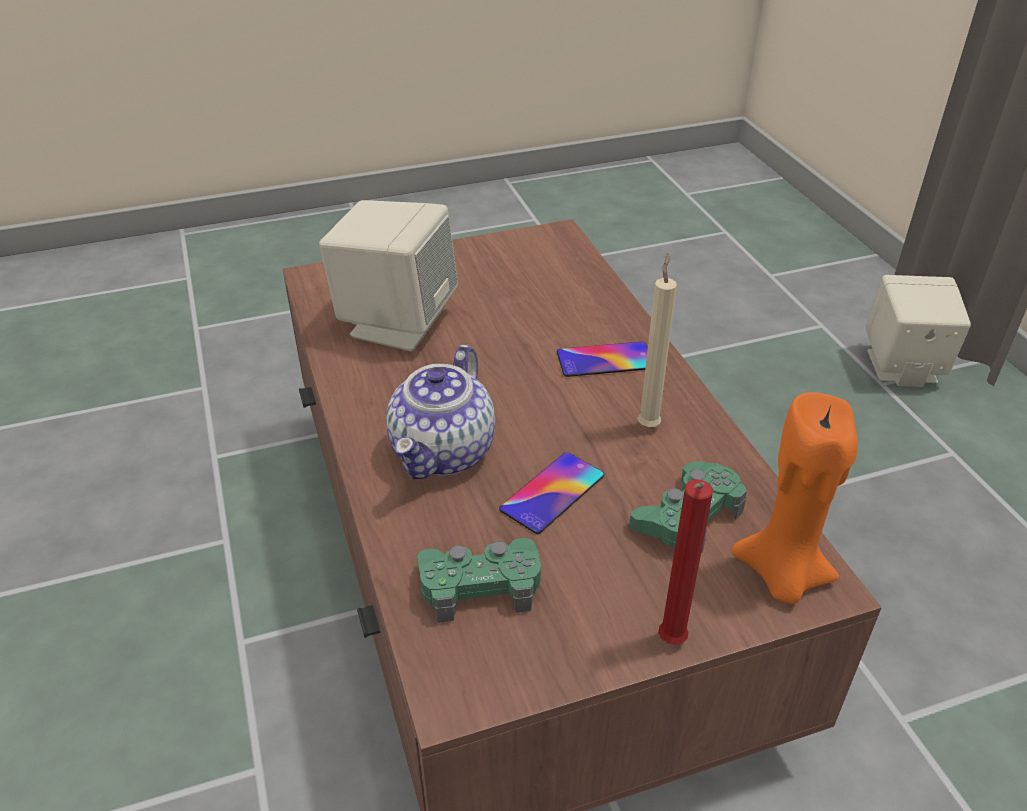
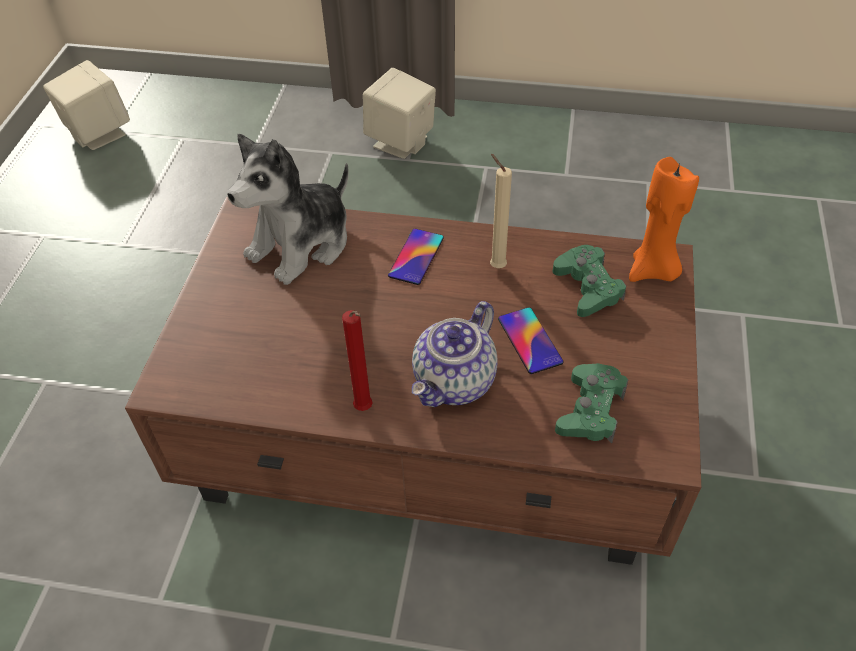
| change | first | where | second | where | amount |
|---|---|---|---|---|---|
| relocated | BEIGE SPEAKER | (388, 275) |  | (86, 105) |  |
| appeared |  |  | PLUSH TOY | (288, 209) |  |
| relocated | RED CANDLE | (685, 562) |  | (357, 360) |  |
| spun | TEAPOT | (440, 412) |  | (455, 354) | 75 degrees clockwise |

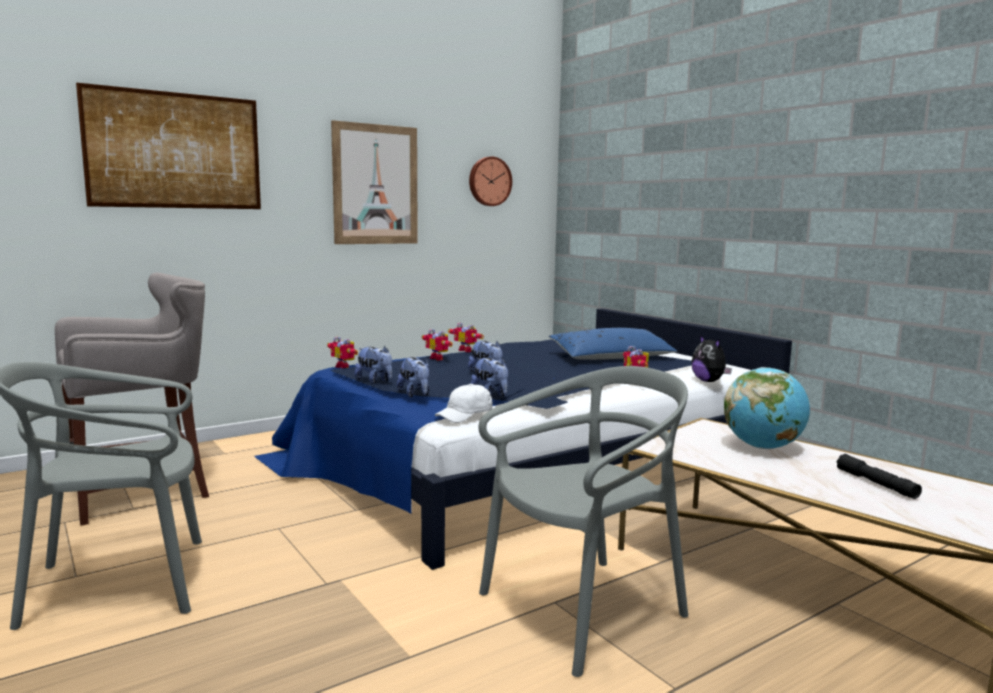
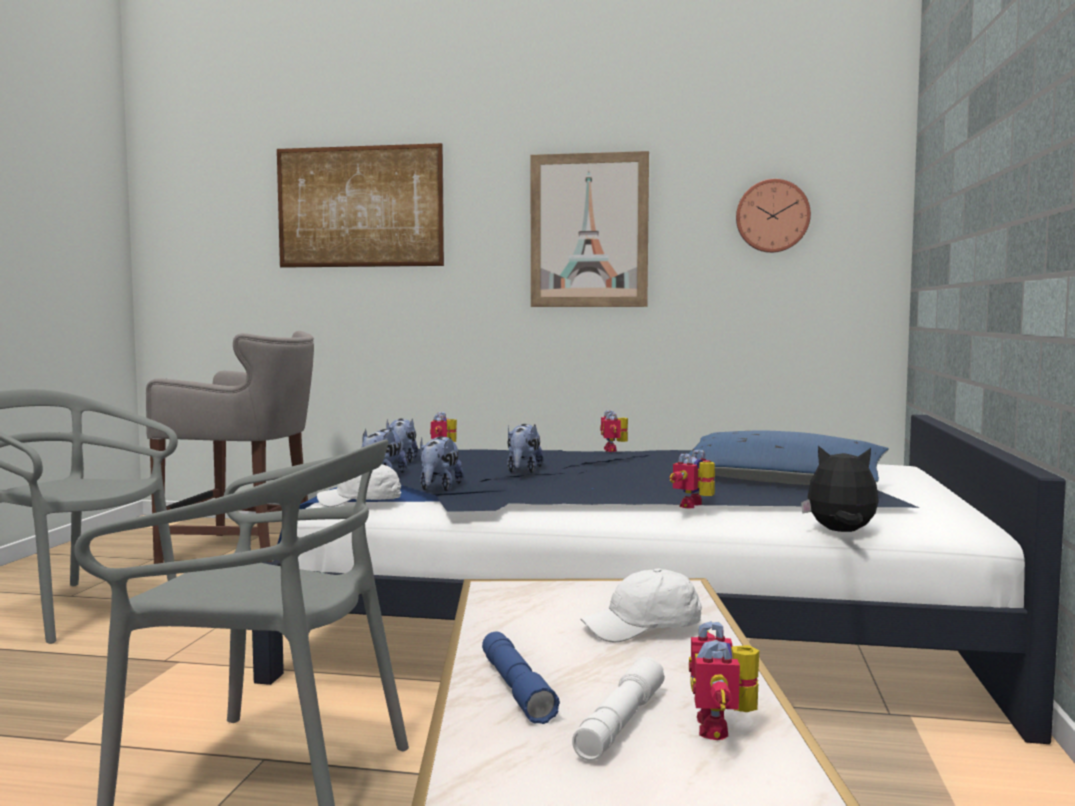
| change | first | where | second | where | amount |
|---|---|---|---|---|---|
| appeared |  |  | BLUE FLASHLIGHT | (521, 678) |  |
| colour | BLACK FLASHLIGHT | (879, 476) | WHITE FLASHLIGHT | (618, 709) |  |
| exchanged | GLOBE | (767, 408) | WHITE CAP | (641, 605) |  |
| relocated | TOY ROBOT | (437, 344) |  | (724, 680) |  |
| spun | PLUSH TOY | (711, 358) |  | (840, 489) | 90 degrees clockwise |

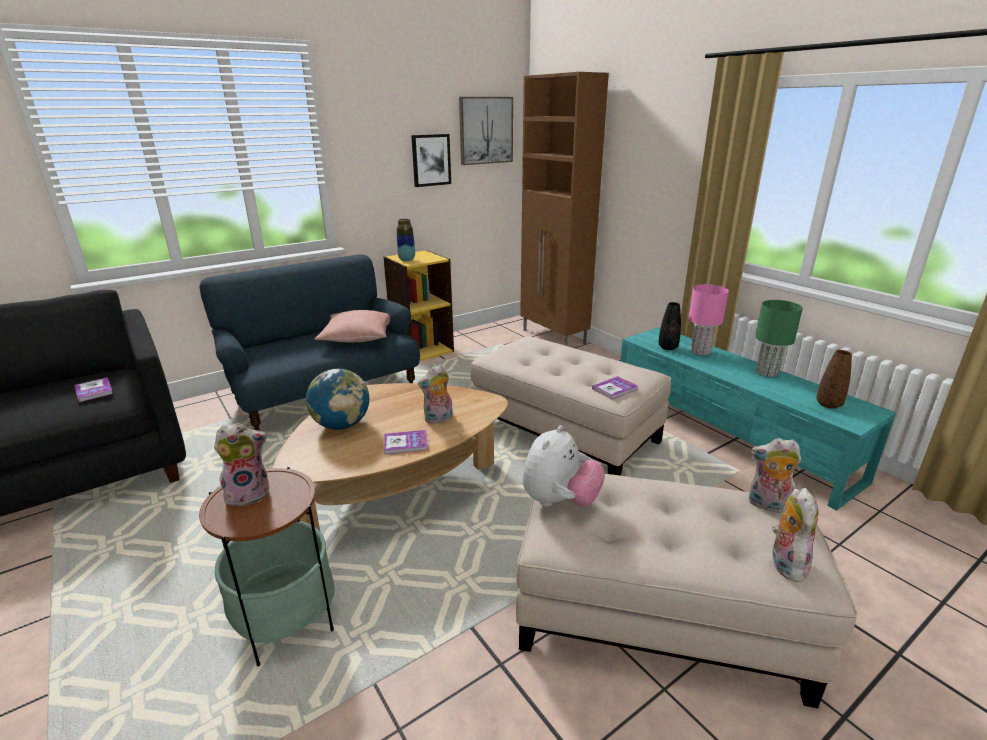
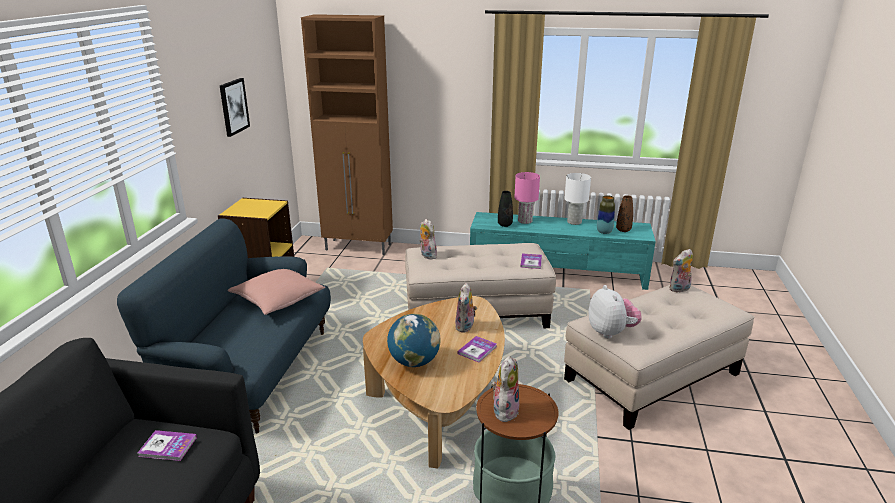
| change | first | where | second | where | amount |
|---|---|---|---|---|---|
| relocated | PLUSH TOY | (795, 535) |  | (428, 239) |  |
| colour | GREEN TABLE LAMP | (779, 338) | WHITE TABLE LAMP | (577, 199) |  |
| relocated | VASE | (406, 240) |  | (606, 214) |  |
| missing | PICTURE | (486, 131) |  |  |  |

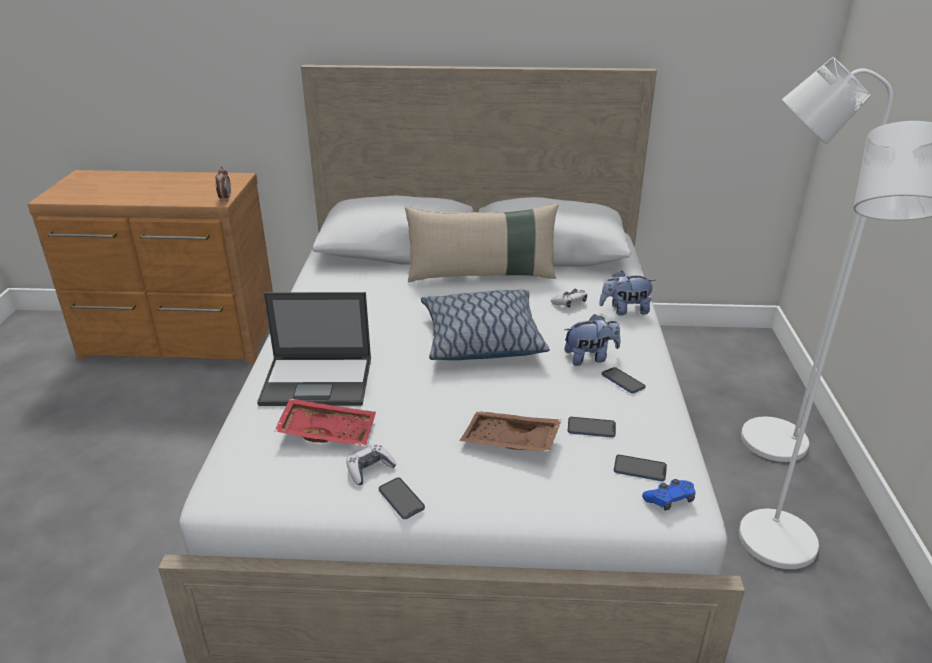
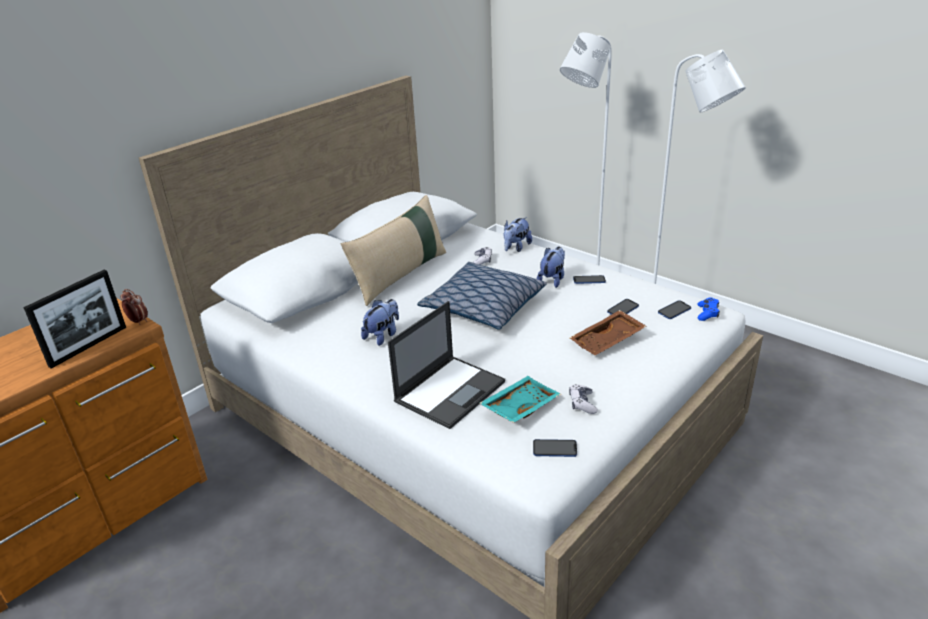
| change | first | where | second | where | amount |
|---|---|---|---|---|---|
| appeared |  |  | PICTURE FRAME | (74, 319) |  |
| appeared |  |  | PLUSH TOY | (380, 322) |  |
| colour | RED TRAY | (325, 422) | TURQUOISE TRAY | (520, 399) |  |
| relocated | PHONE | (402, 498) |  | (555, 448) |  |

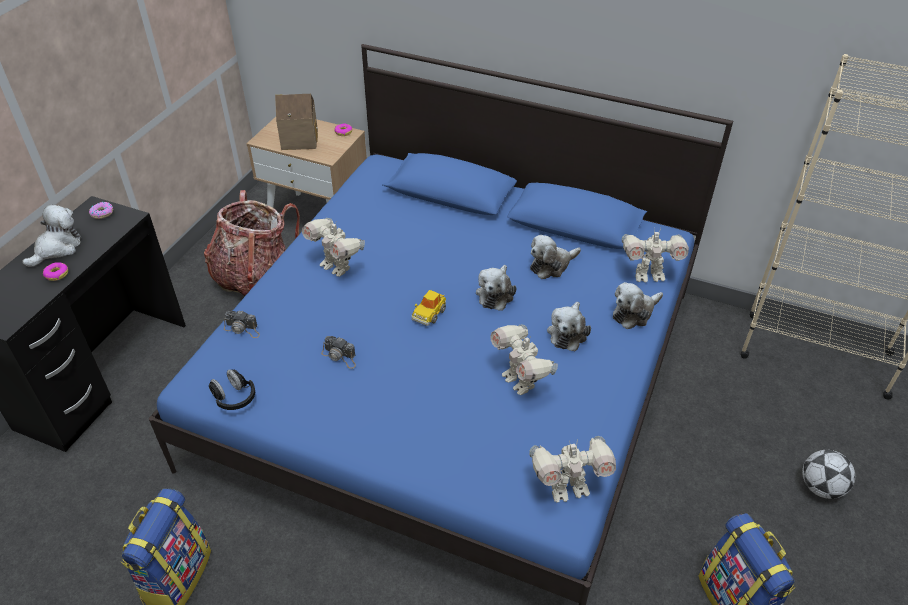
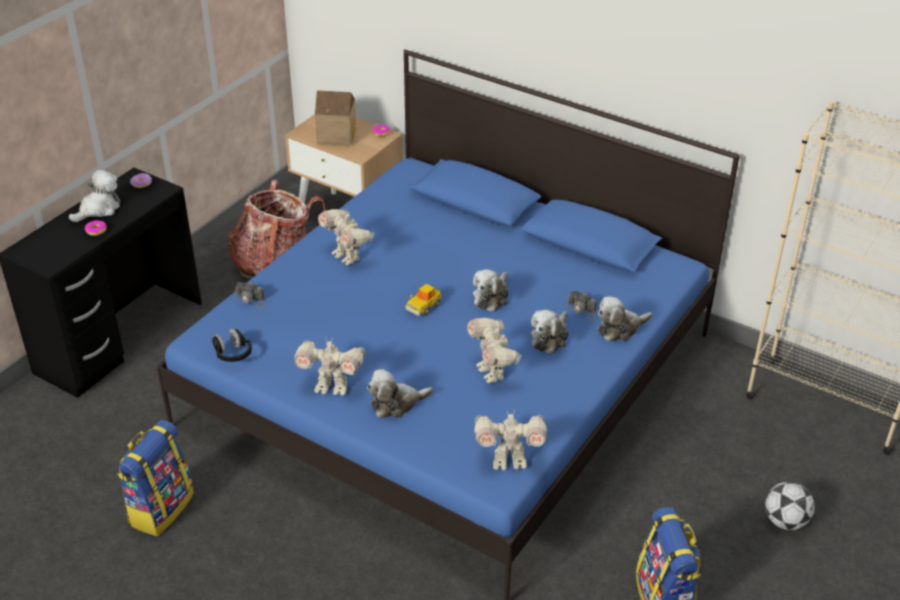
| change | first | where | second | where | amount |
|---|---|---|---|---|---|
| relocated | TOY ROBOT | (655, 254) |  | (330, 366) |  |
| relocated | PLUSH TOY | (555, 257) |  | (400, 393) |  |
| relocated | PHOTO CAMERA | (338, 352) |  | (581, 306) |  |

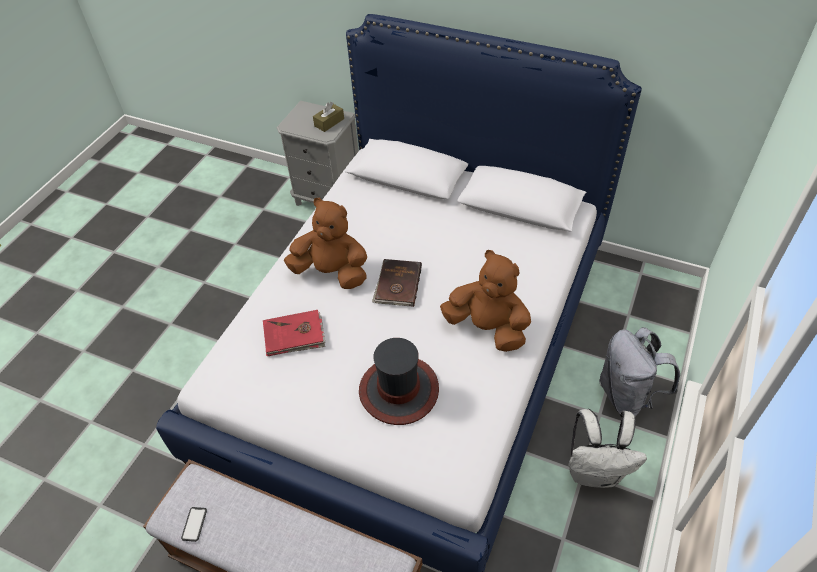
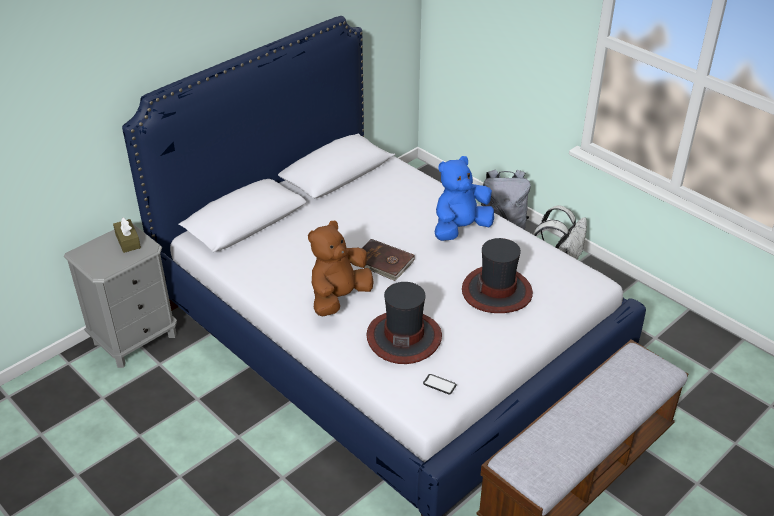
| change | first | where | second | where | amount |
|---|---|---|---|---|---|
| exchanged | RED BOOK | (294, 333) | HAT | (404, 323) |  |
| relocated | PHONE | (194, 524) |  | (440, 384) |  |
| colour | BROWN PLUSH TOY | (485, 301) | BLUE PLUSH TOY | (464, 198) |  |

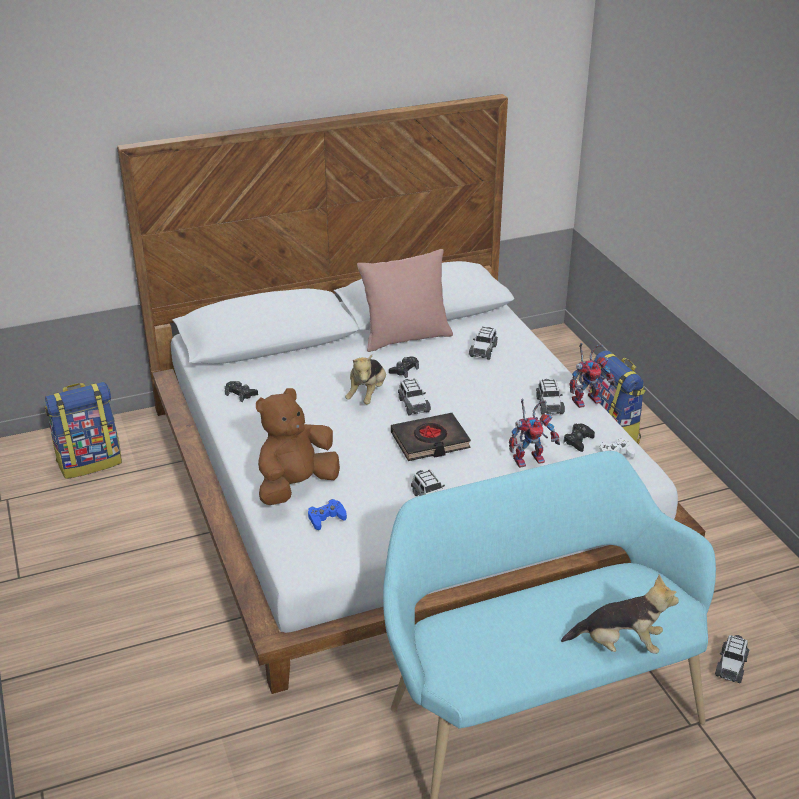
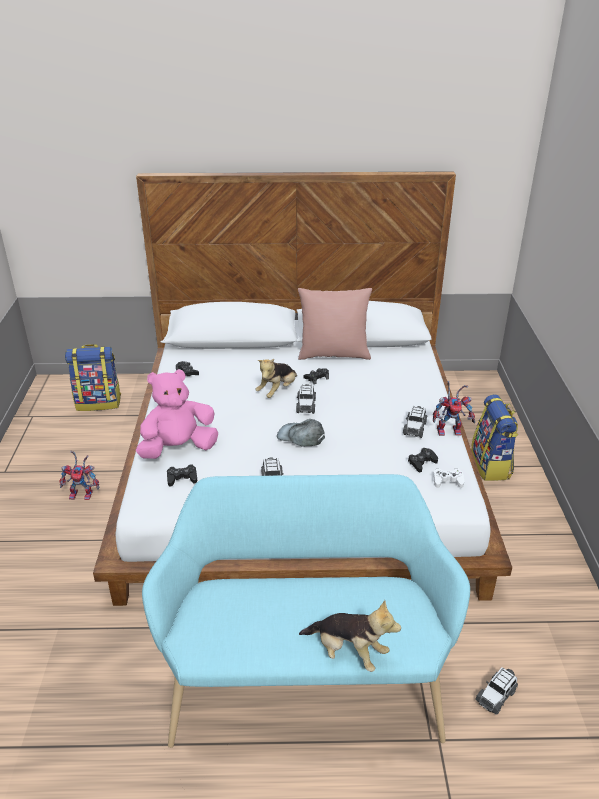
| change | first | where | second | where | amount |
|---|---|---|---|---|---|
| relocated | TOY ROBOT | (534, 433) |  | (79, 475) |  |
| colour | BROWN PLUSH TOY | (298, 446) | PINK PLUSH TOY | (177, 414) |  |
| colour | BLUE GAME CONTROLLER | (327, 514) | BLACK GAME CONTROLLER | (182, 475) |  |
| exchanged | BLACK BOOK | (431, 437) | GREY CAP | (301, 432) |  |
| missing | TOY CAR | (483, 343) |  |  |  |

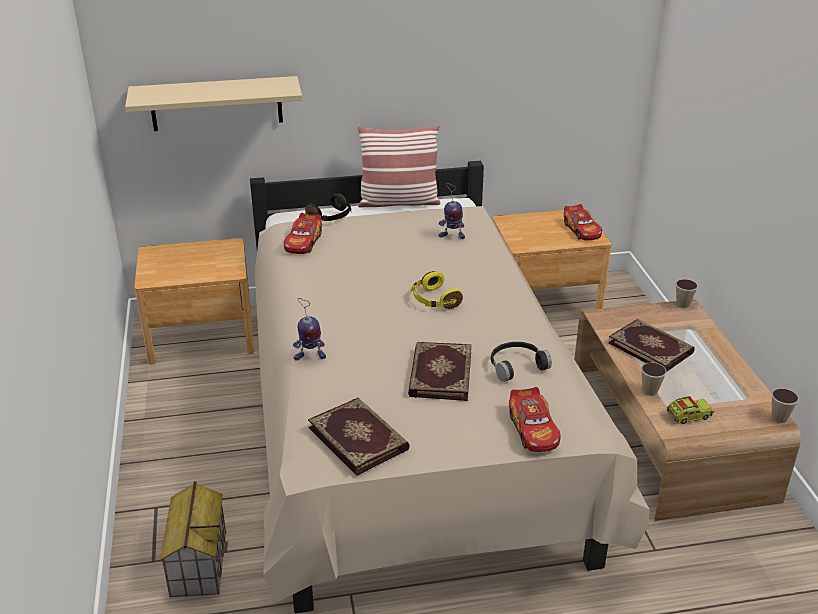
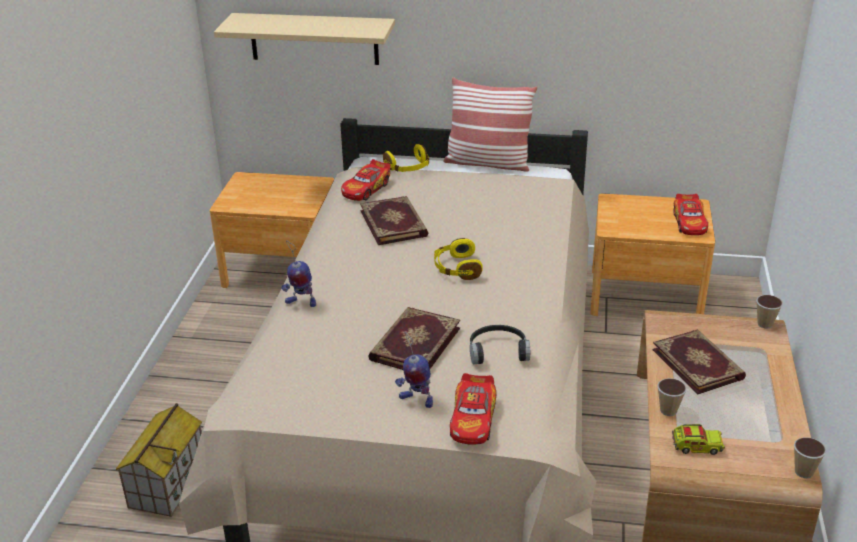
| change | first | where | second | where | amount |
|---|---|---|---|---|---|
| relocated | BOOK | (359, 437) |  | (394, 220) |  |
| colour | BLACK HEADPHONES | (328, 207) | YELLOW HEADPHONES | (406, 158) |  |
| relocated | TOY ROBOT | (452, 211) |  | (414, 370) |  |

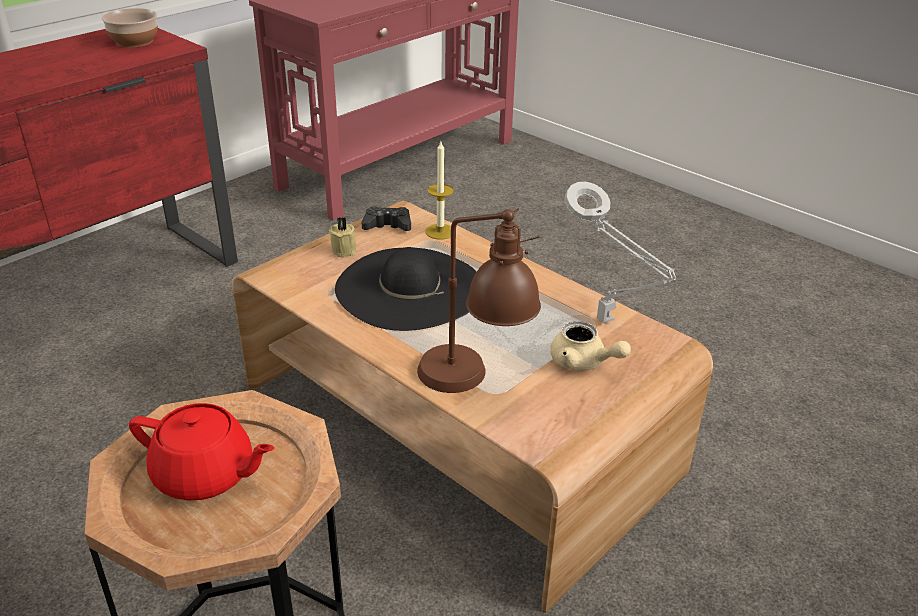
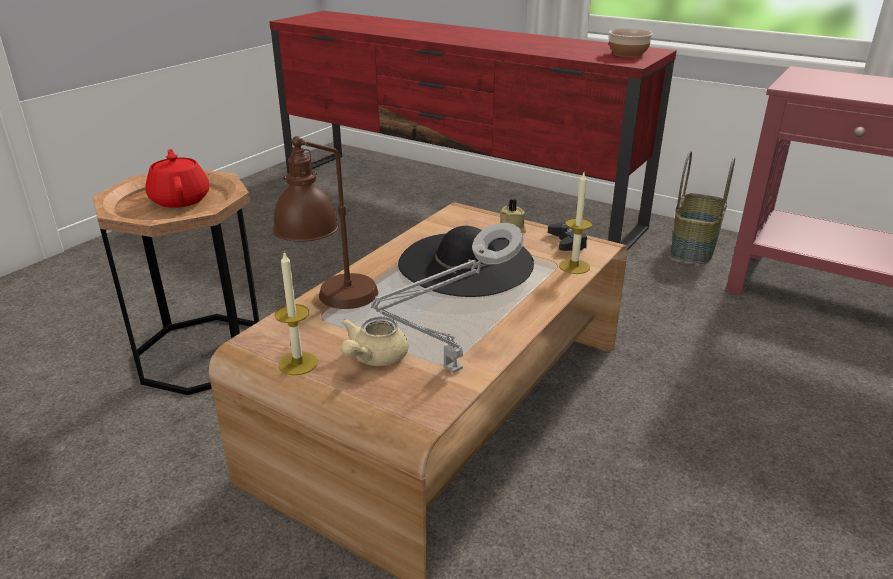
| change | first | where | second | where | amount |
|---|---|---|---|---|---|
| spun | RED TEAPOT | (201, 451) |  | (177, 178) | 150 degrees clockwise |
| appeared |  |  | CANDLE | (296, 313) |  |
| appeared |  |  | BASKET | (703, 207) |  |

